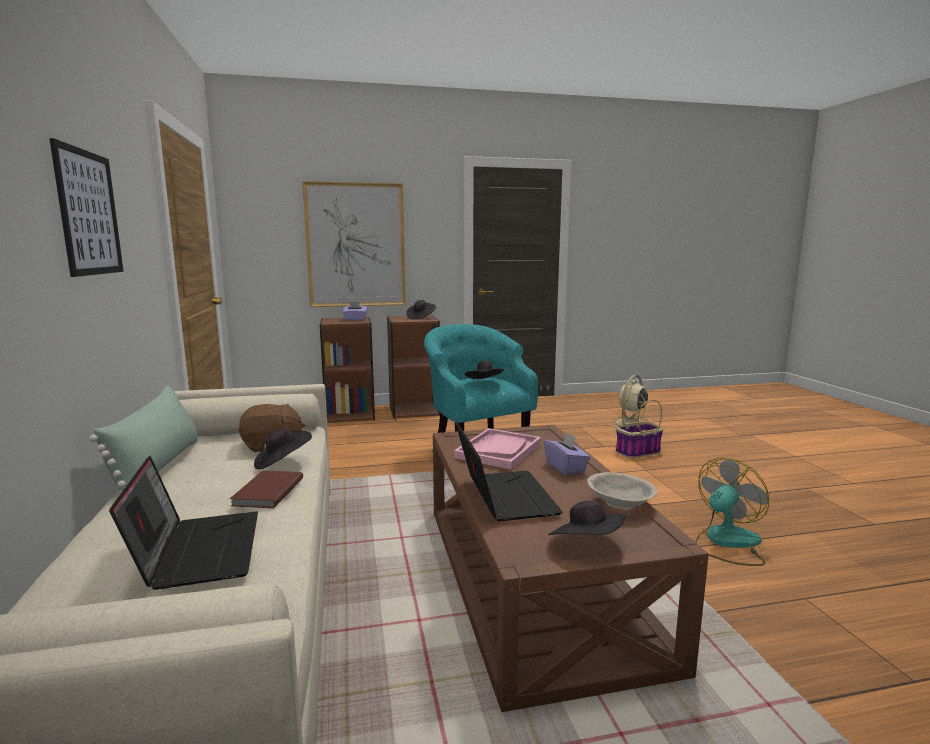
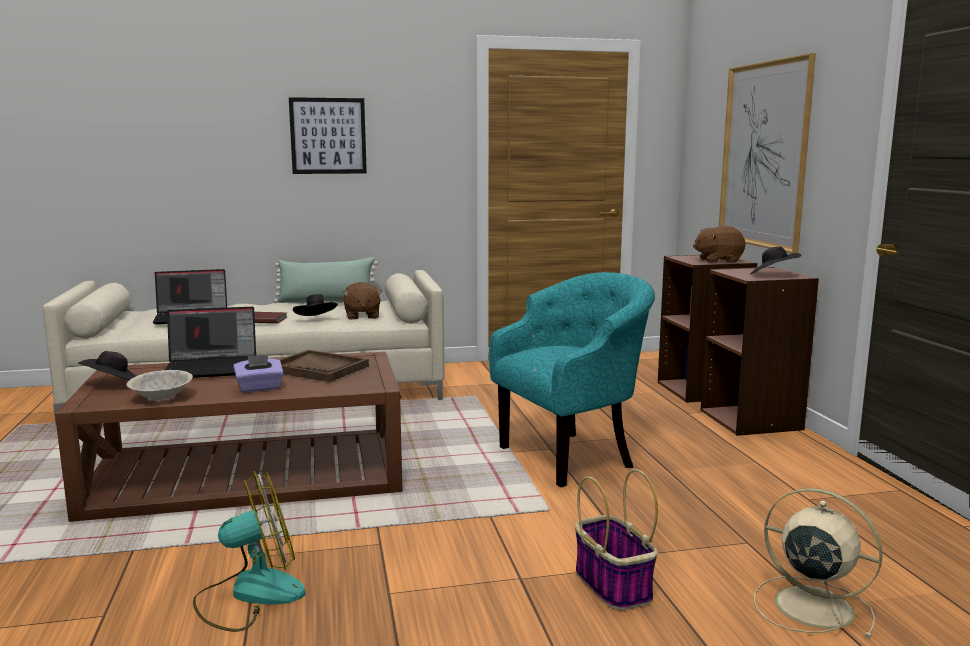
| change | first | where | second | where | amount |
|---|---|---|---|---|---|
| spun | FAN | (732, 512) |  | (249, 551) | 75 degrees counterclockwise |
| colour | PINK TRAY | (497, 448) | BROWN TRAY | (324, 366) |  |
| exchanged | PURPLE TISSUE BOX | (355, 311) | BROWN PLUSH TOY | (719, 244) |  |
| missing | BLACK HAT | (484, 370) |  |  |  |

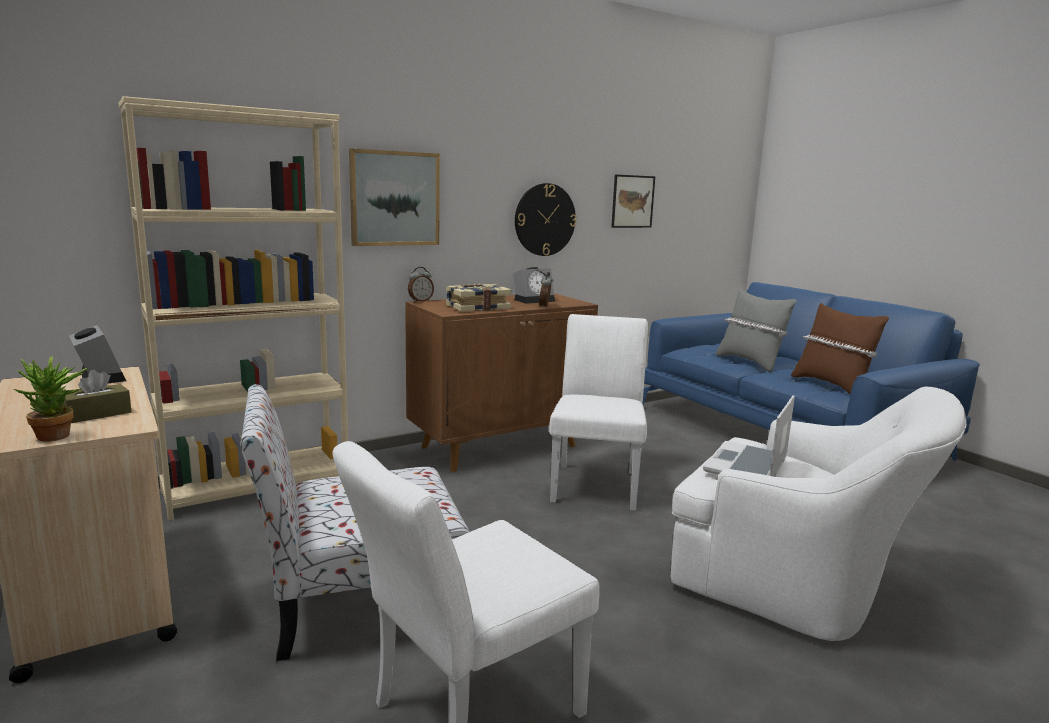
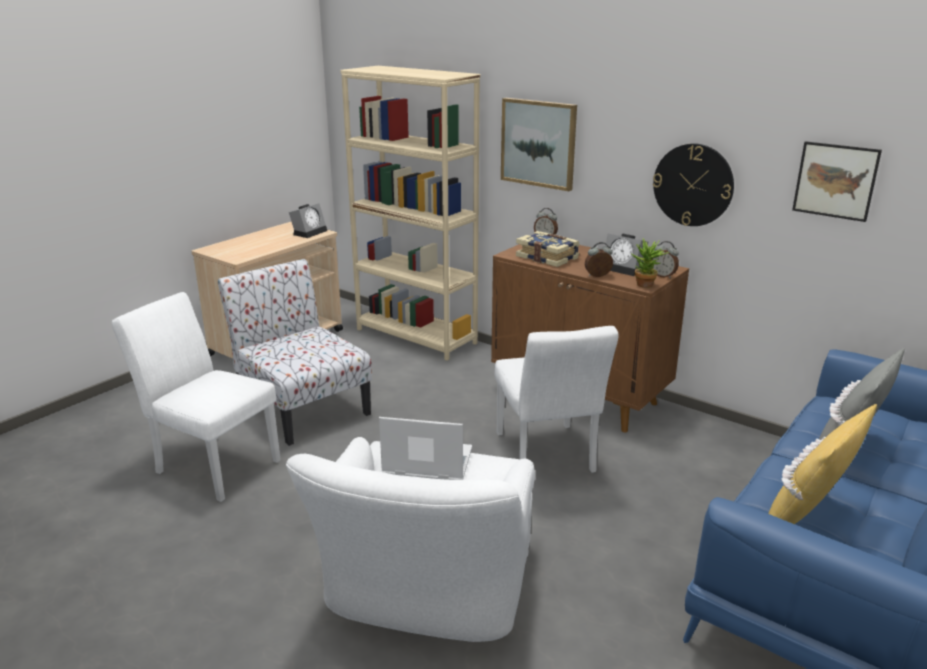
| change | first | where | second | where | amount |
|---|---|---|---|---|---|
| spun | WHITE CHAIR | (598, 412) |  | (557, 399) | 90 degrees clockwise |
| relocated | POTTED PLANT | (51, 398) |  | (651, 263) |  |
| appeared |  |  | ALARM CLOCK | (665, 260) |  |
| colour | BROWN PILLOW | (840, 348) | YELLOW PILLOW | (822, 464) |  |
| missing | BROWN TISSUE BOX | (97, 396) |  |  |  |

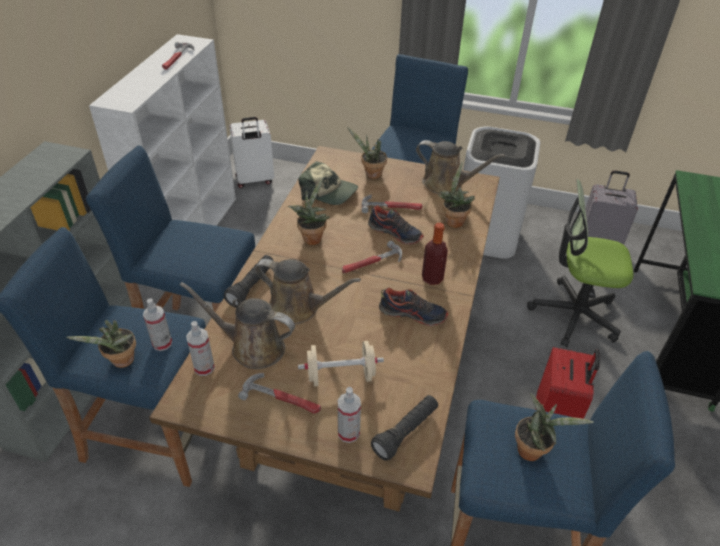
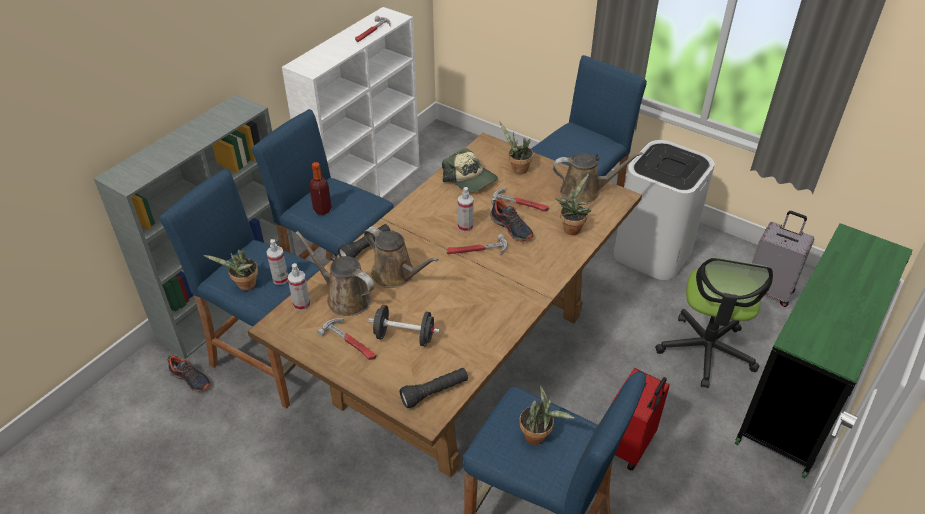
| change | first | where | second | where | amount |
|---|---|---|---|---|---|
| relocated | SHOE | (413, 307) |  | (189, 373) |  |
| relocated | BOTTLE | (435, 254) |  | (320, 188) |  |
| colour | BEIGE DUMBBELL | (341, 363) | BLACK DUMBBELL | (404, 325) |  |
| relocated | SPRAY BOTTLE | (349, 415) |  | (466, 209) |  |
| spun | BROWN WATERING CAN | (460, 167) |  | (598, 178) | 45 degrees counterclockwise |
| spun | OFFICE CHAIR | (580, 263) |  | (714, 323) | 105 degrees counterclockwise |
| missing | WHITE SUITCASE | (252, 152) |  |  |  |
| missing | POTTED PLANT | (309, 211) |  |  |  |

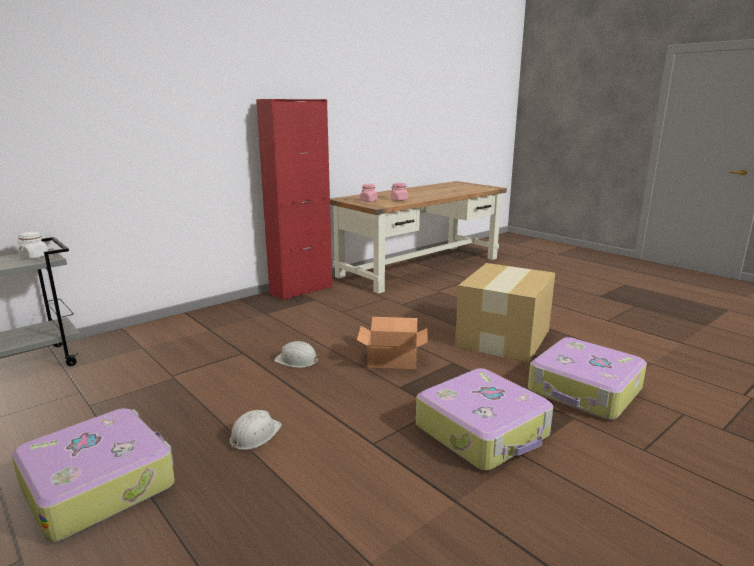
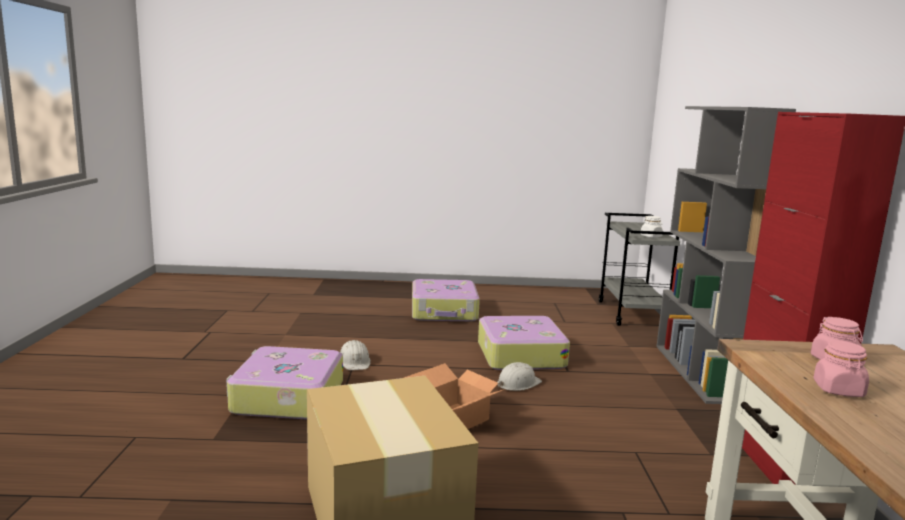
| change | first | where | second | where | amount |
|---|---|---|---|---|---|
| relocated | WHITE HARD HAT | (256, 430) |  | (355, 355) |  |
| relocated | SUITCASE | (587, 378) |  | (524, 343) |  |
| appeared |  |  | GREY BOOKCASE | (726, 255) |  |

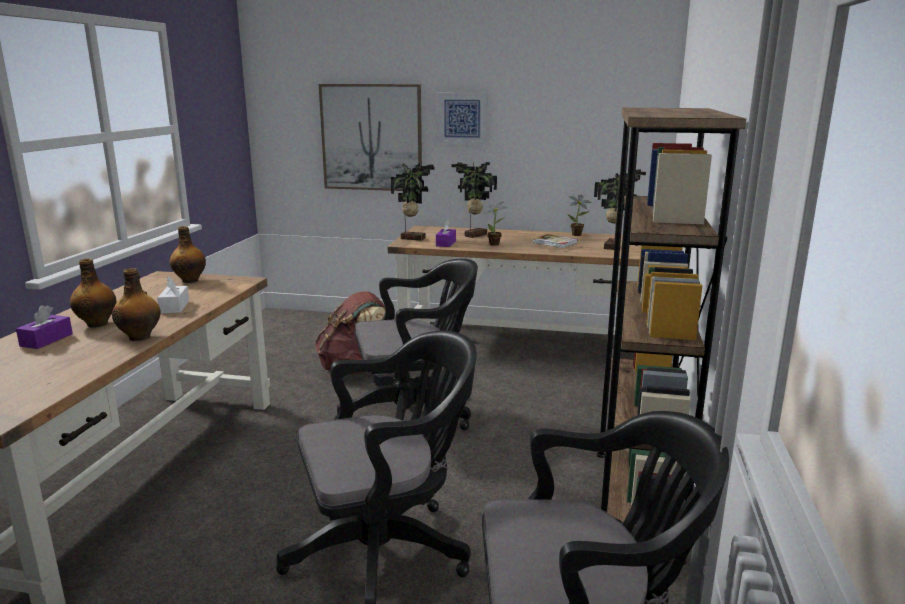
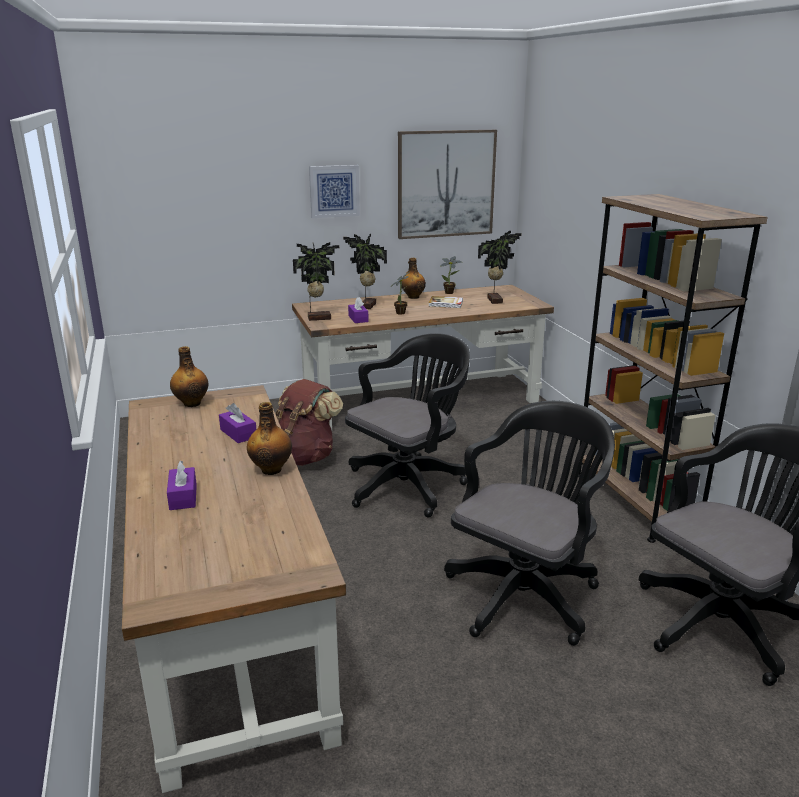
| change | first | where | second | where | amount |
|---|---|---|---|---|---|
| colour | WHITE TISSUE BOX | (173, 295) | PURPLE TISSUE BOX | (237, 423) |  |
| relocated | PICTURE | (370, 137) |  | (447, 184) |  |
| relocated | BOTTLE | (93, 293) |  | (414, 278) |  |

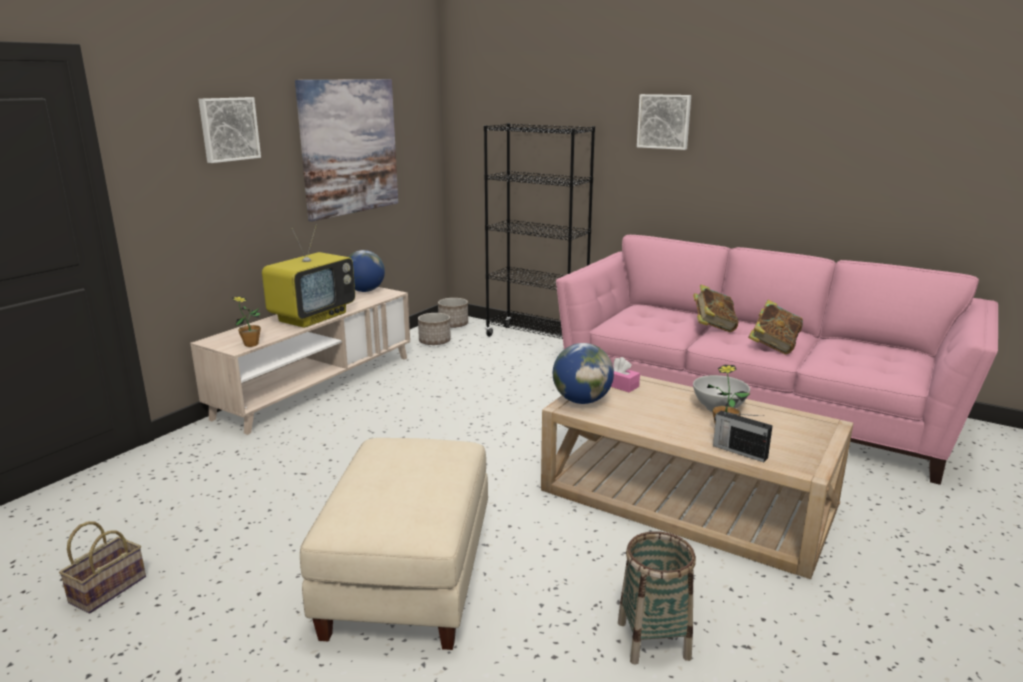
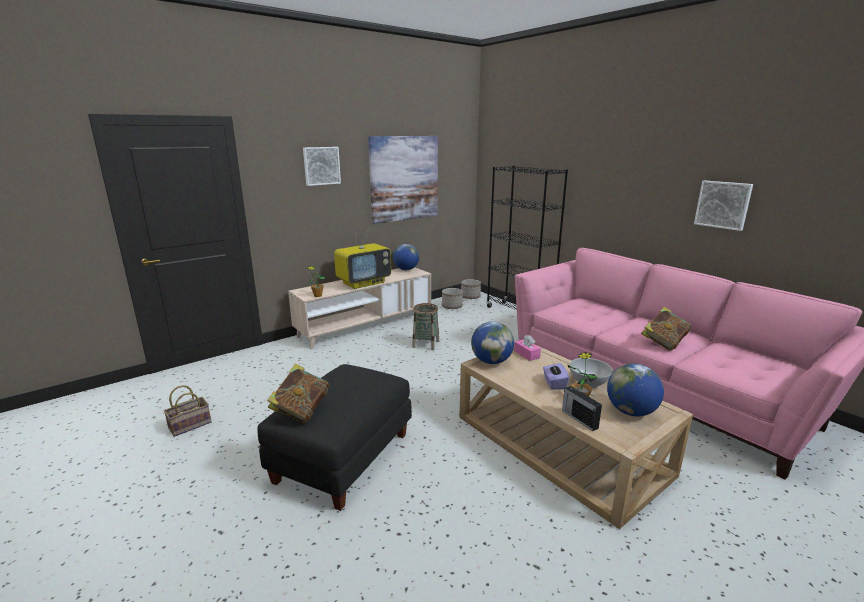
| change | first | where | second | where | amount |
|---|---|---|---|---|---|
| colour | BEIGE OTTOMAN | (394, 544) | BLACK OTTOMAN | (334, 437) |  |
| relocated | BOOK | (715, 308) |  | (298, 393) |  |
| relocated | BASKET | (657, 598) |  | (425, 326) |  |
| appeared |  |  | PURPLE TISSUE BOX | (556, 375) |  |
| appeared |  |  | GLOBE | (635, 390) |  |
| relocated | PICTURE | (664, 122) |  | (723, 206) |  |

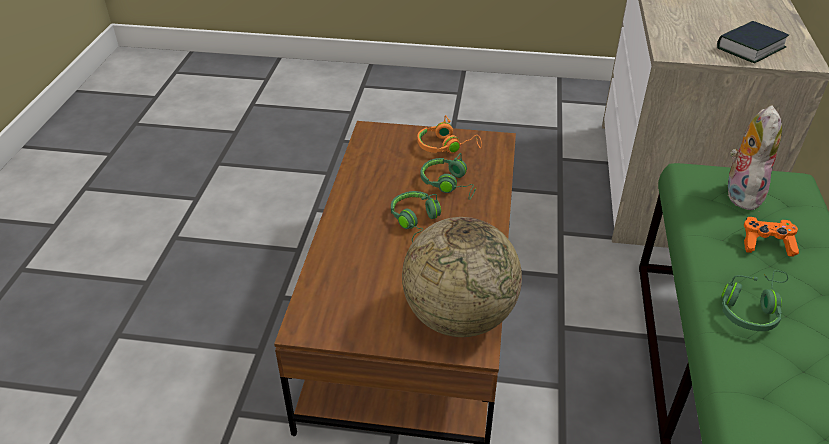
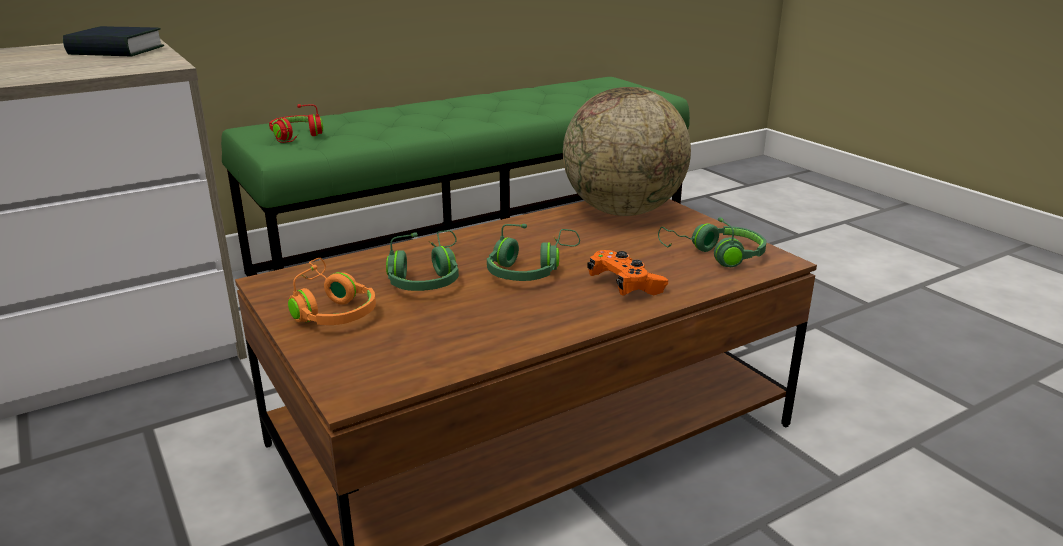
| change | first | where | second | where | amount |
|---|---|---|---|---|---|
| exchanged | PLUSH TOY | (755, 157) | RED HEADPHONES | (296, 123) |  |
| relocated | ORANGE GAME CONTROLLER | (771, 237) |  | (627, 273) |  |
| relocated | GREEN HEADPHONES | (754, 300) |  | (712, 242) |  |

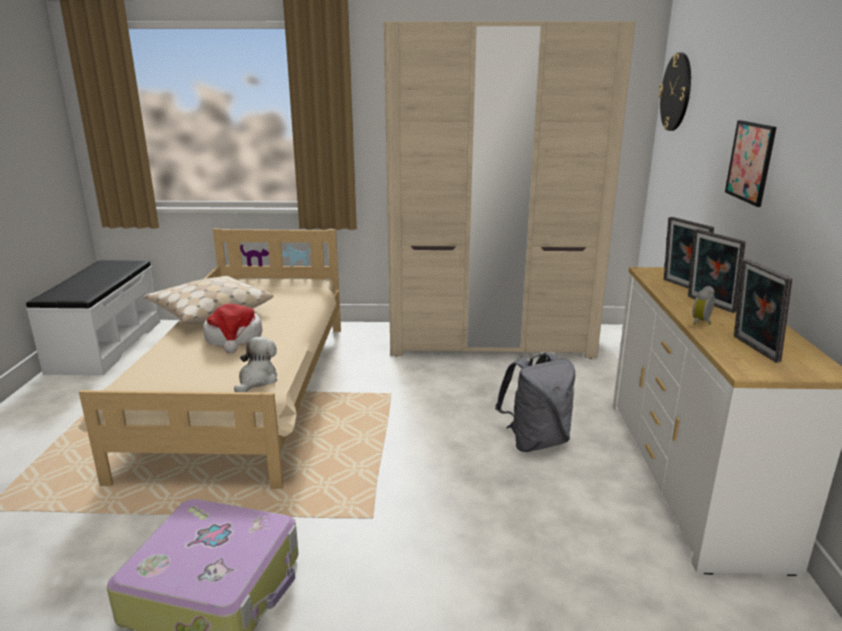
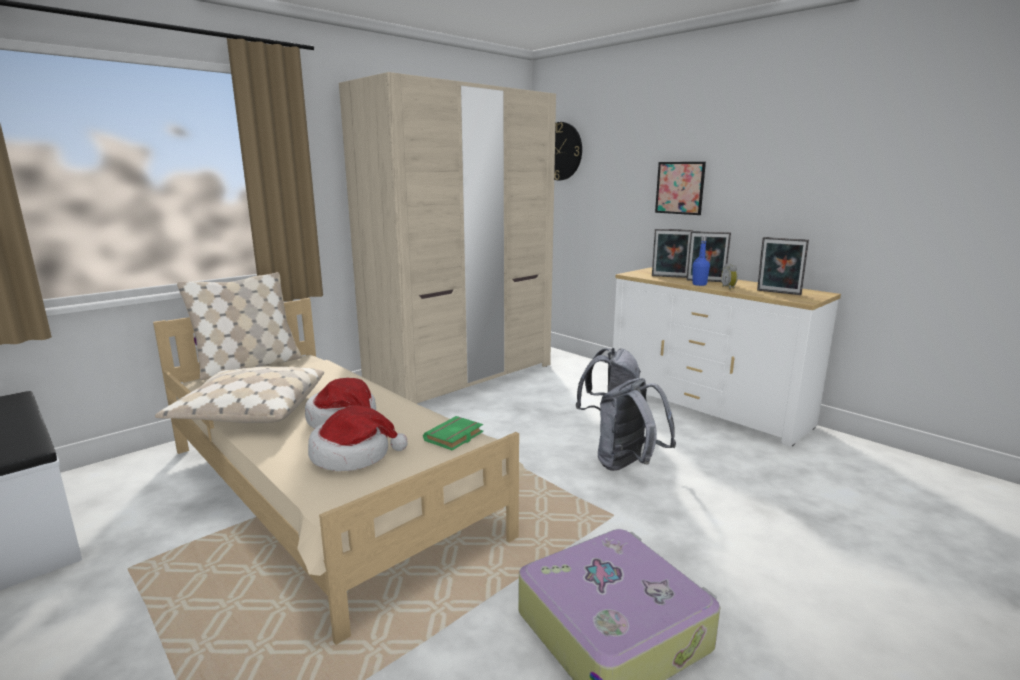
| change | first | where | second | where | amount |
|---|---|---|---|---|---|
| appeared |  |  | BEIGE PILLOW | (239, 326) |  |
| appeared |  |  | HAT | (358, 438) |  |
| exchanged | PLUSH TOY | (255, 364) | GREEN BOOK | (453, 433) |  |
| appeared |  |  | GREY BACKPACK | (637, 424) |  |
| appeared |  |  | BLUE BOTTLE | (701, 261) |  |

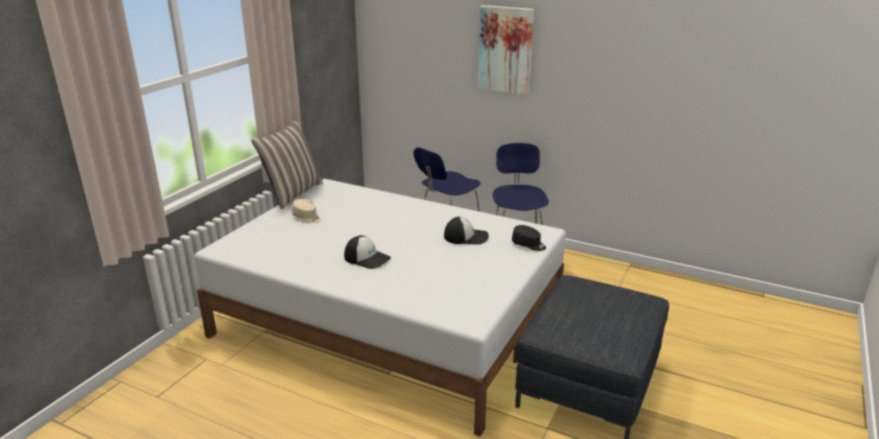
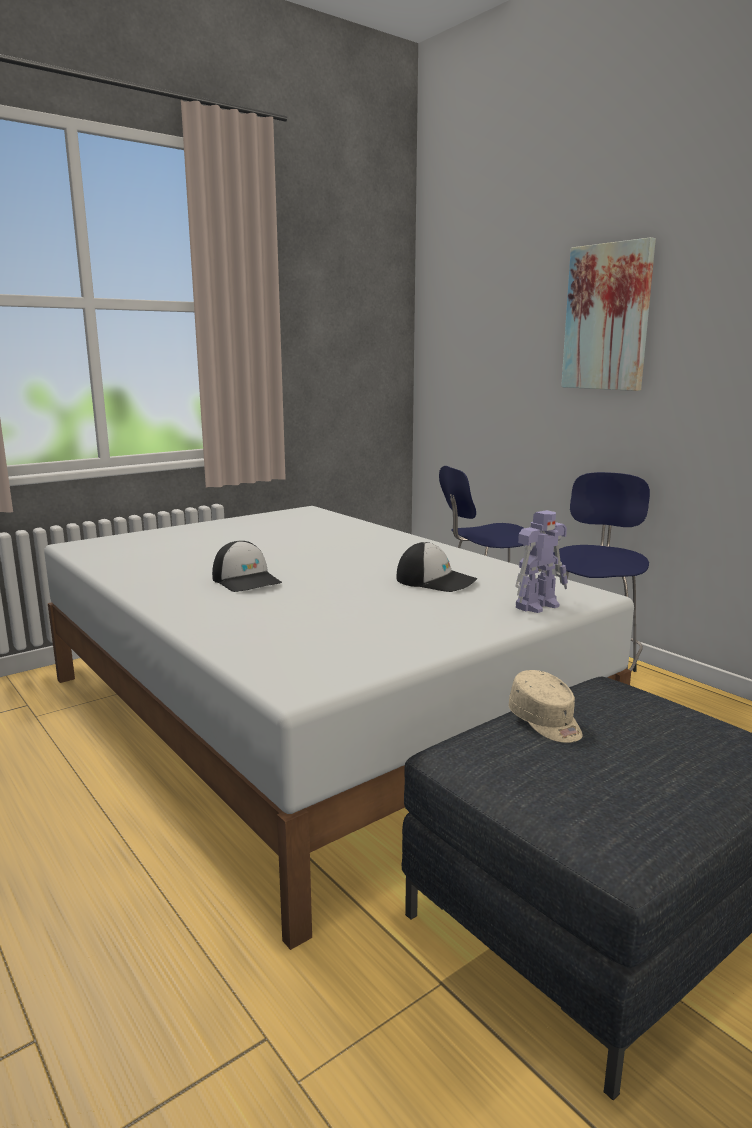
| change | first | where | second | where | amount |
|---|---|---|---|---|---|
| relocated | BEIGE CAP | (306, 211) |  | (546, 706) |  |
| exchanged | BLACK CAP | (529, 238) | TOY ROBOT | (541, 561) |  |
| missing | PILLOW | (287, 165) |  |  |  |

